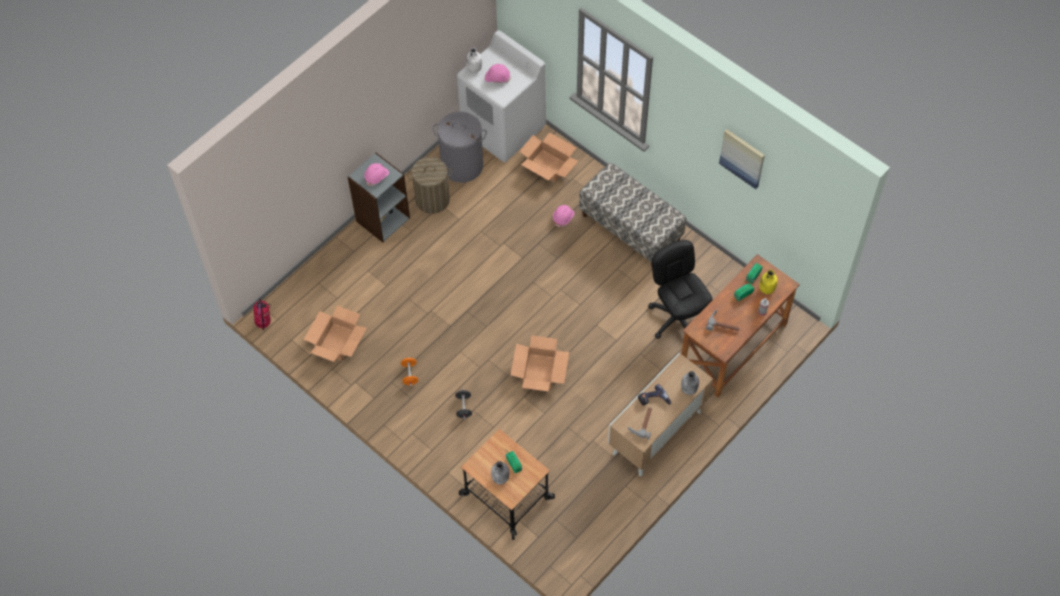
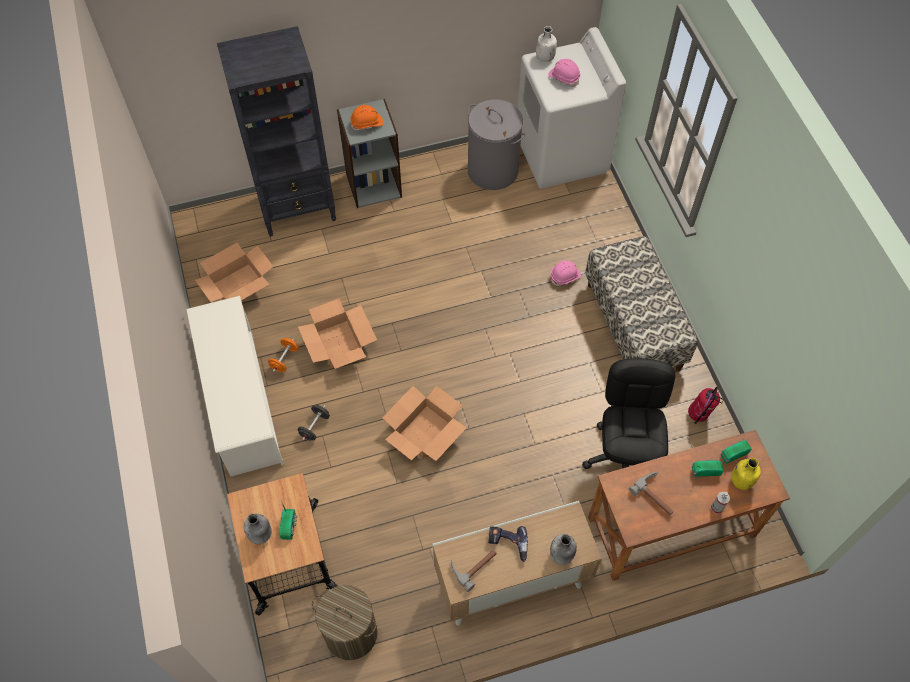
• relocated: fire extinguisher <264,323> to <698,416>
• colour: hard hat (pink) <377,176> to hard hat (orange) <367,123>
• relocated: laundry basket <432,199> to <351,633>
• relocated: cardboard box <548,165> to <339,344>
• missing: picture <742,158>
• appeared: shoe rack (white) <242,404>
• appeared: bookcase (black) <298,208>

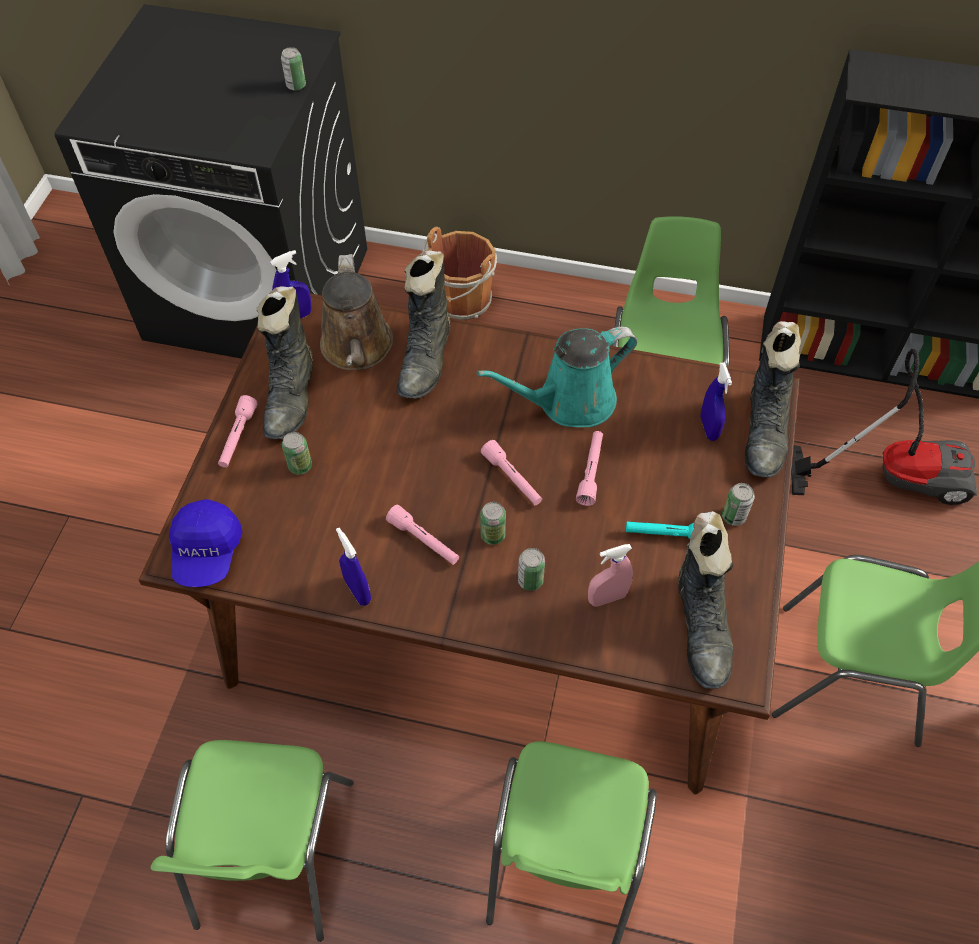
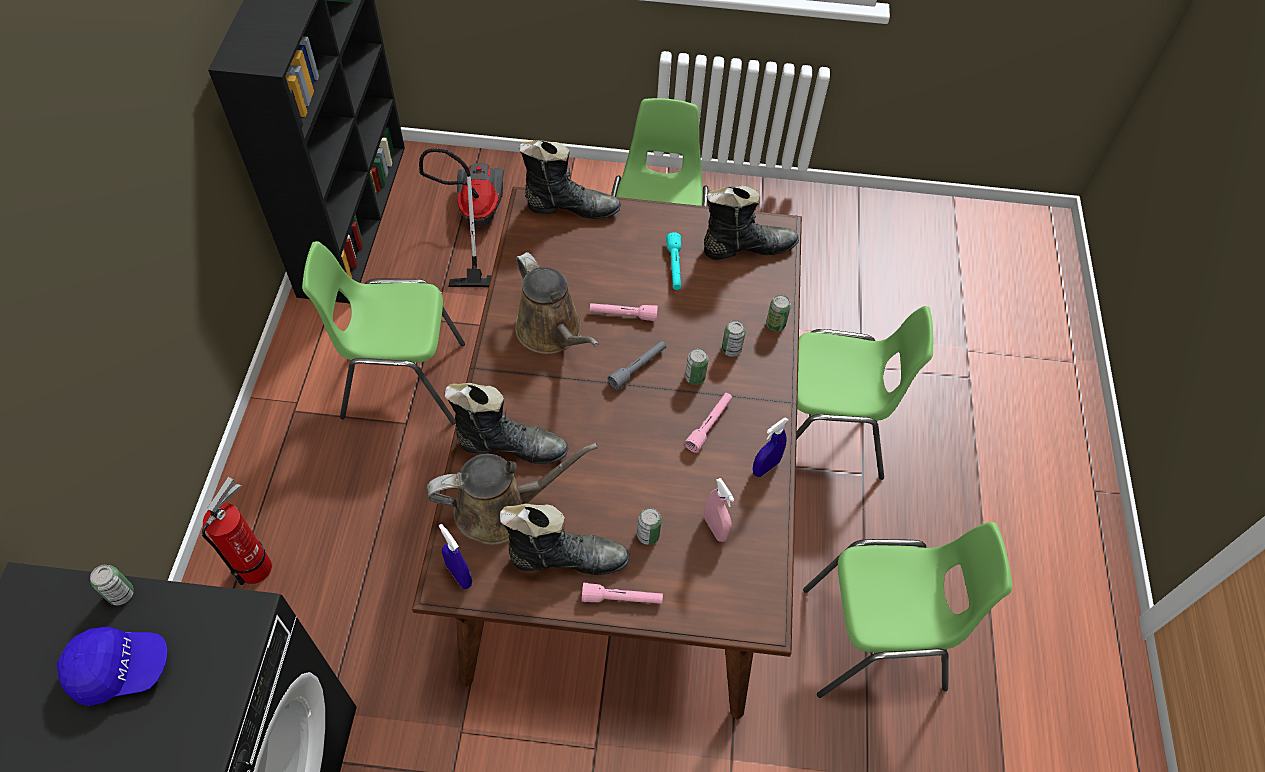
• relocated: cap (blue) <207,552> to <120,669>
• exchanged: bucket (brown) <461,302> to fire extinguisher <258,564>
• colour: watering can (turquoise) <569,402> to watering can (brown) <552,332>
• colour: flashlight (pink) <512,479> to flashlight (grey) <638,368>
• relocated: spray bottle (pink) <607,598> to <715,528>
• missing: spray bottle (blue) <709,428>
• relocated: can <733,516> to <775,324>

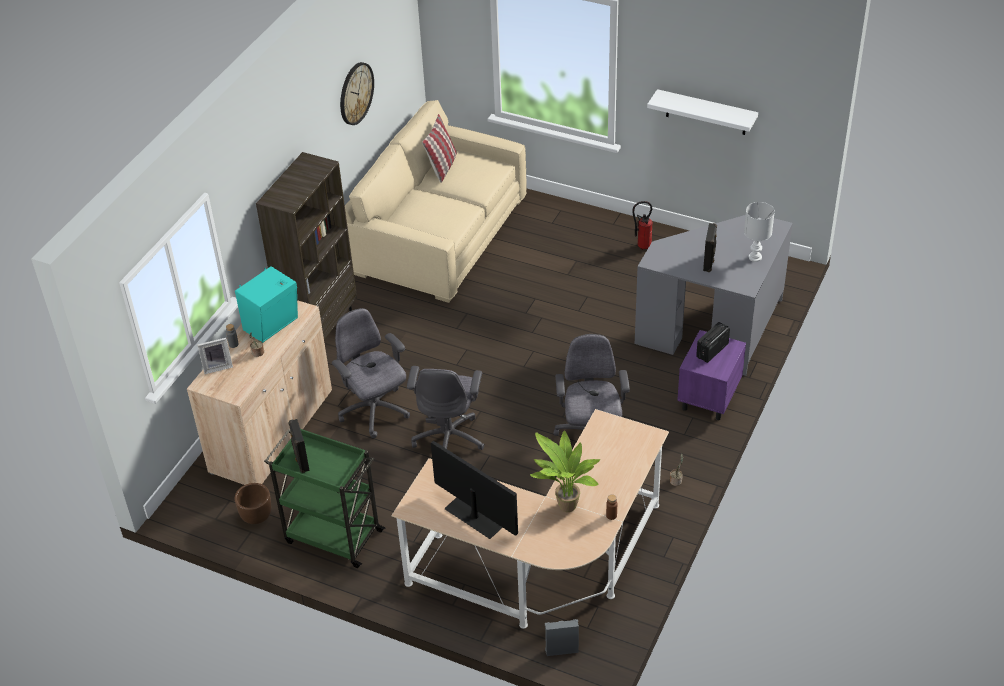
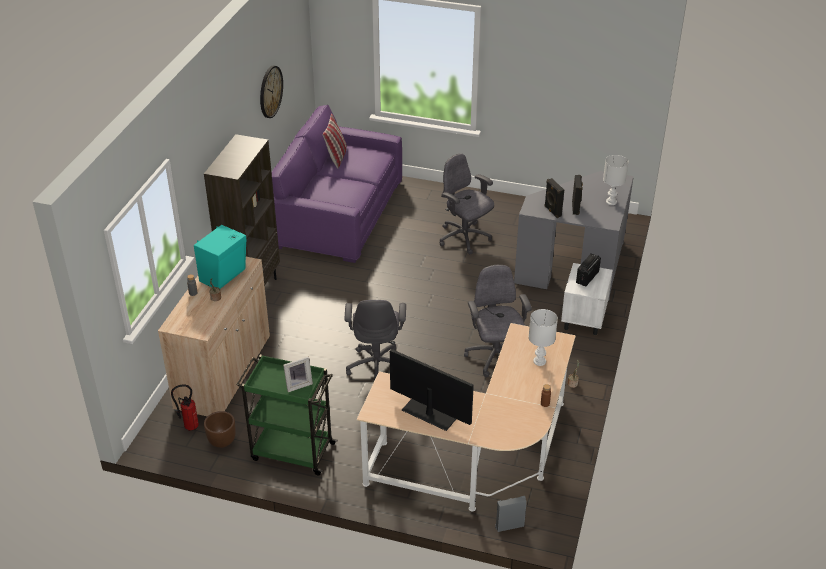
• relocated: picture frame <217,366> to <298,384>
• relocated: speaker (black) <301,461> to <552,211>
• relocated: office chair (grey) <374,412> to <464,238>
• colour: sofa (beige) <440,234> to sofa (purple) <337,213>
• missing: potted plant <565,508>
• relocated: fire extinguisher <641,246> to <189,427>
• missing: shelf (white) <706,112>
• colour: nightstand (purple) <708,398> to nightstand (white) <583,319>
• appeared: table lamp (white) <539,361>

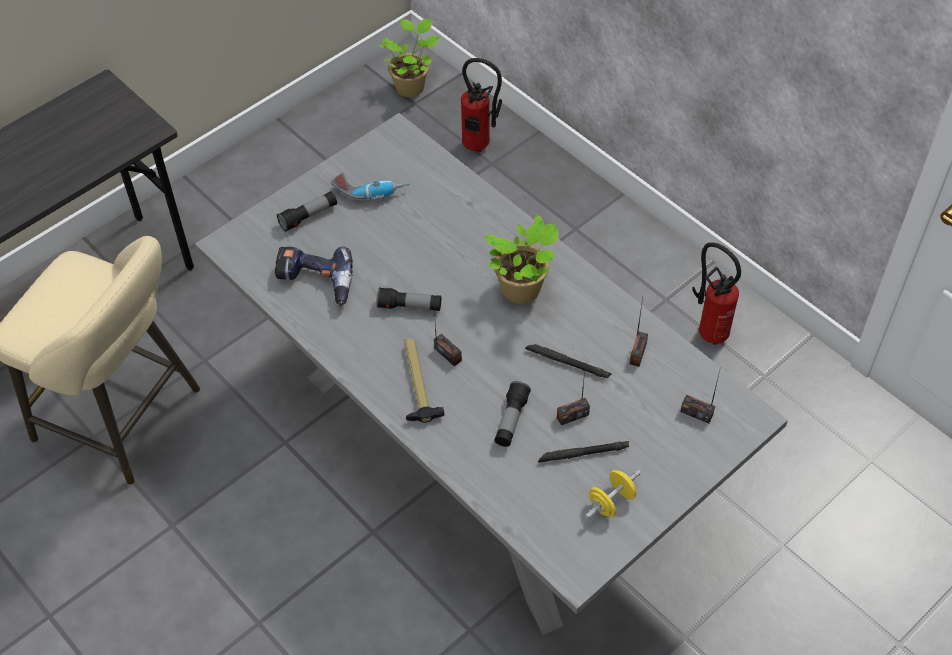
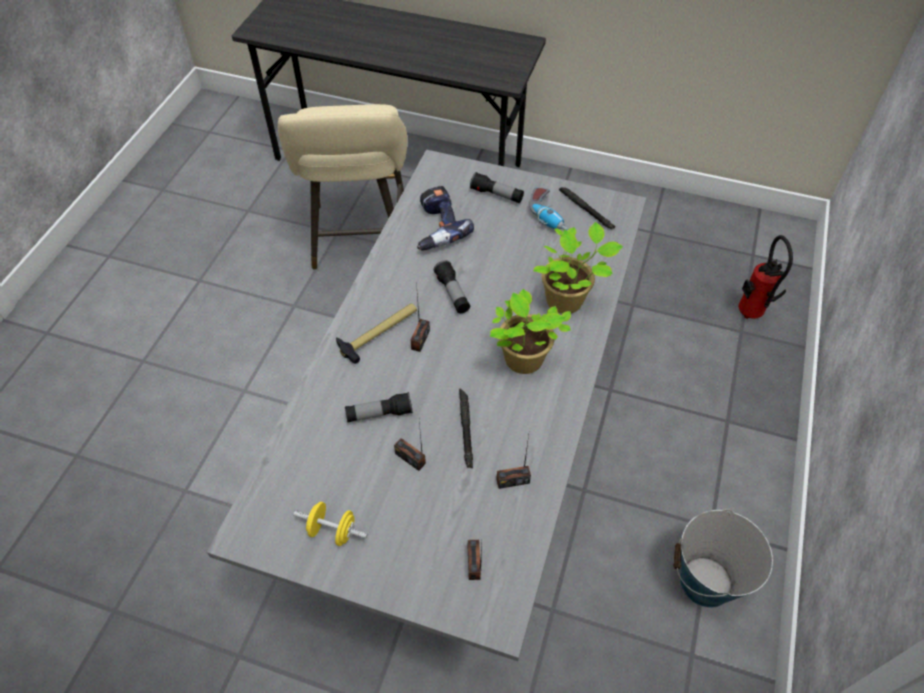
• relocated: potted plant <411,86> to <567,300>
• relocated: flashlight (black) <583,454> to <586,210>
• exchanged: fire extinguisher <710,331> to bucket <705,582>

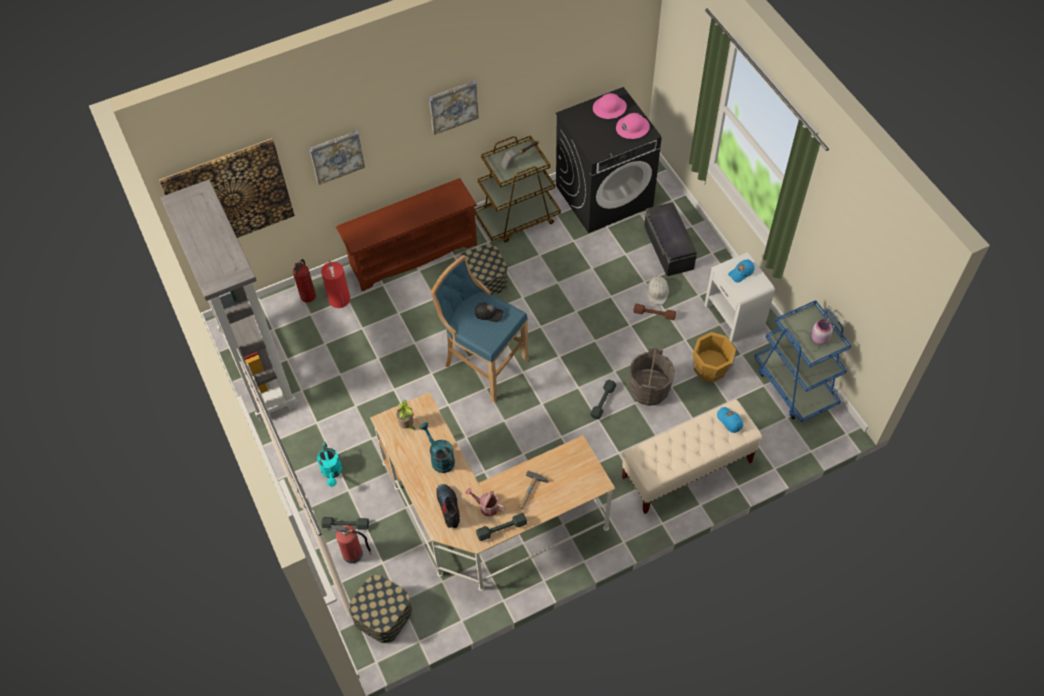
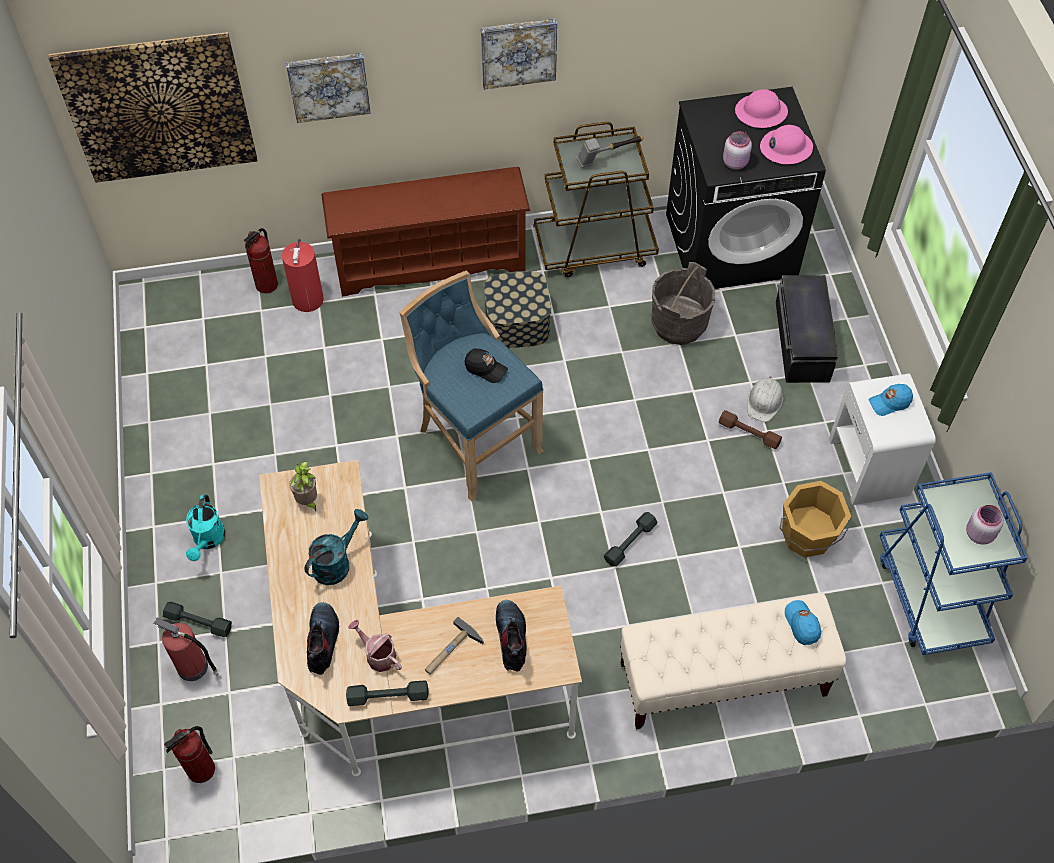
• missing: bookcase (grey) <257,371>
• exchanged: storage box <382,615> to fire extinguisher <201,770>
• spun: watering can (turquoise) <440,458> = <336,562> 60 degrees clockwise
• relocated: bucket (grey) <649,389> to <678,324>
• appeared: boot <512,639>
• appeared: jar (pink) <735,162>

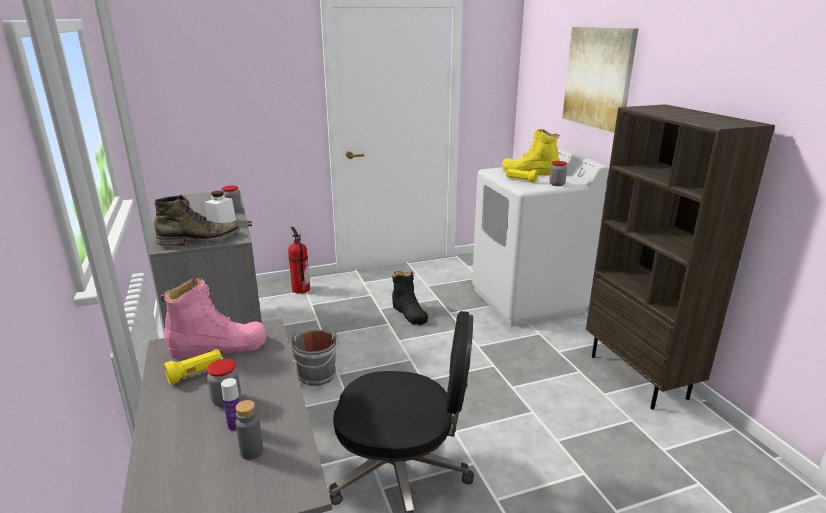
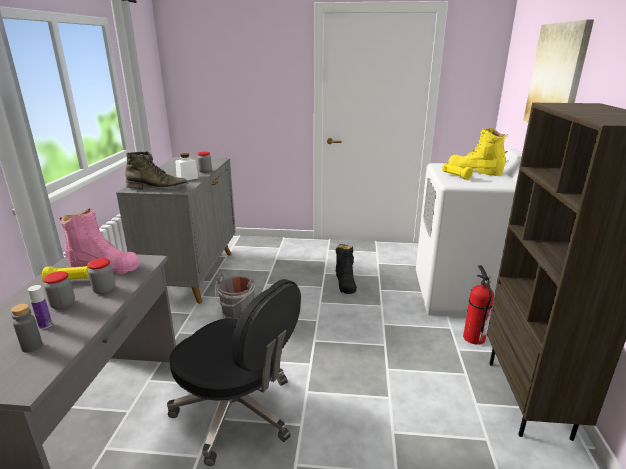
• relocated: fire extinguisher <300,289> to <473,337>
• relocated: jar <557,184> to <104,290>

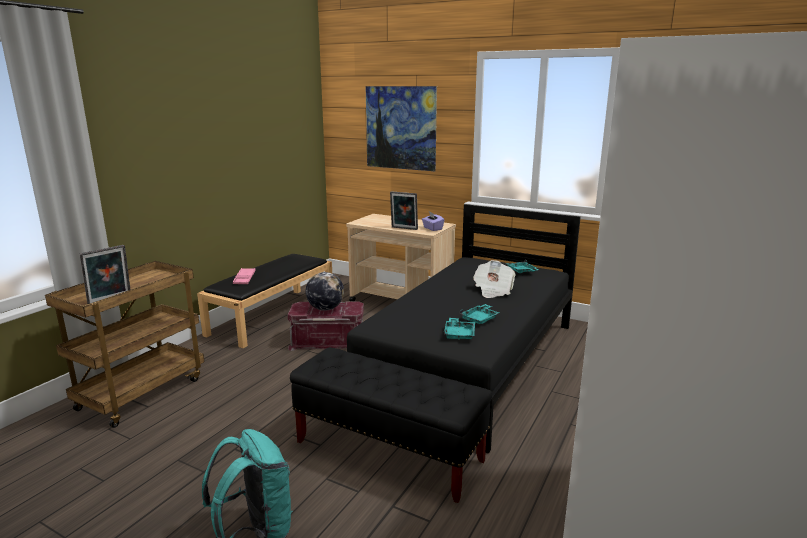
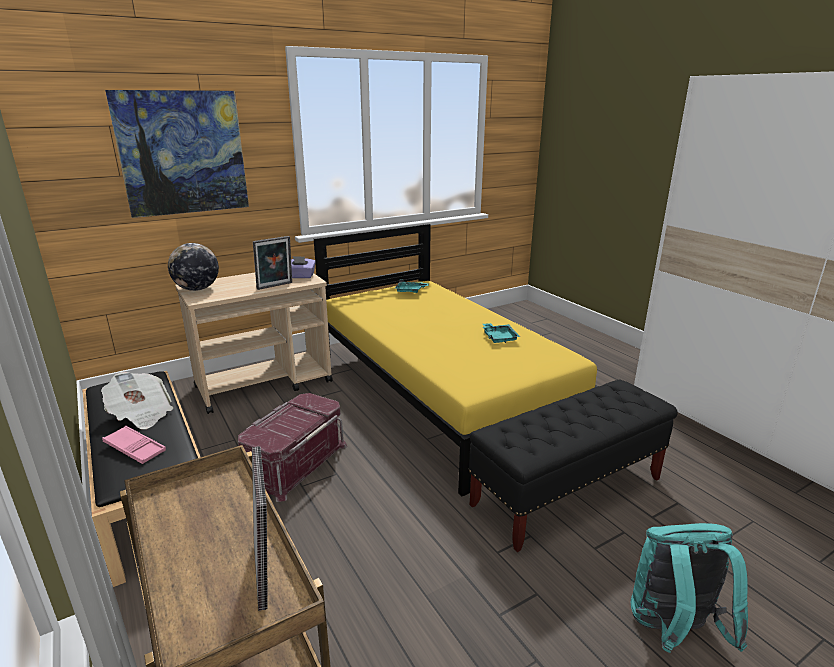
• relocated: globe <325,309> to <197,289>
• colour: bed (black) <472,361> to bed (yellow) <440,393>
• missing: tray (turquoise) <459,334>
• relocated: newspaper <493,290> to <141,414>

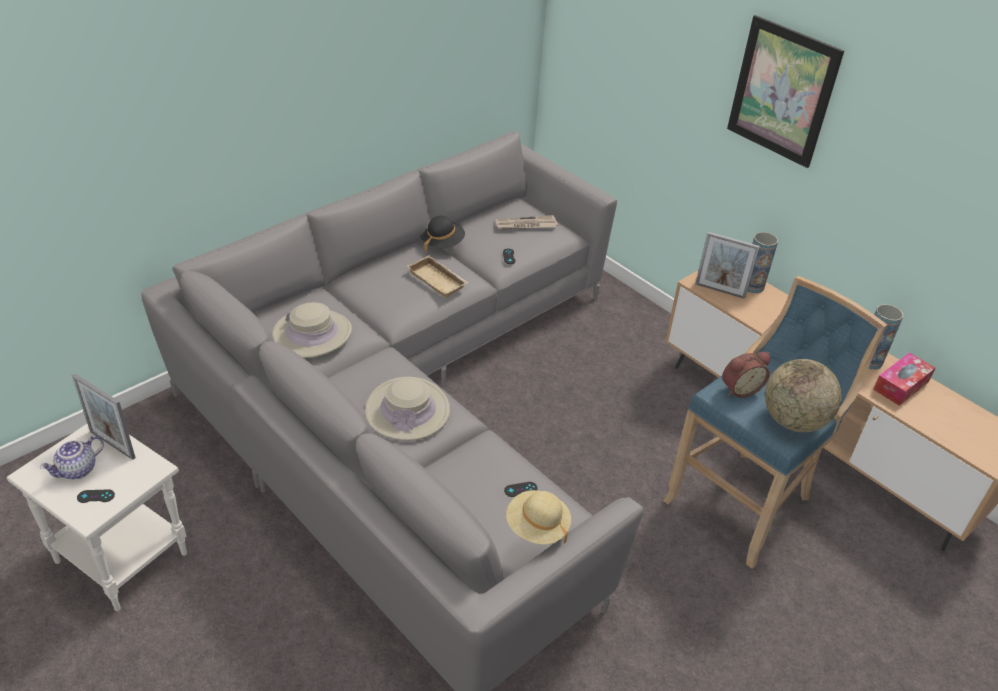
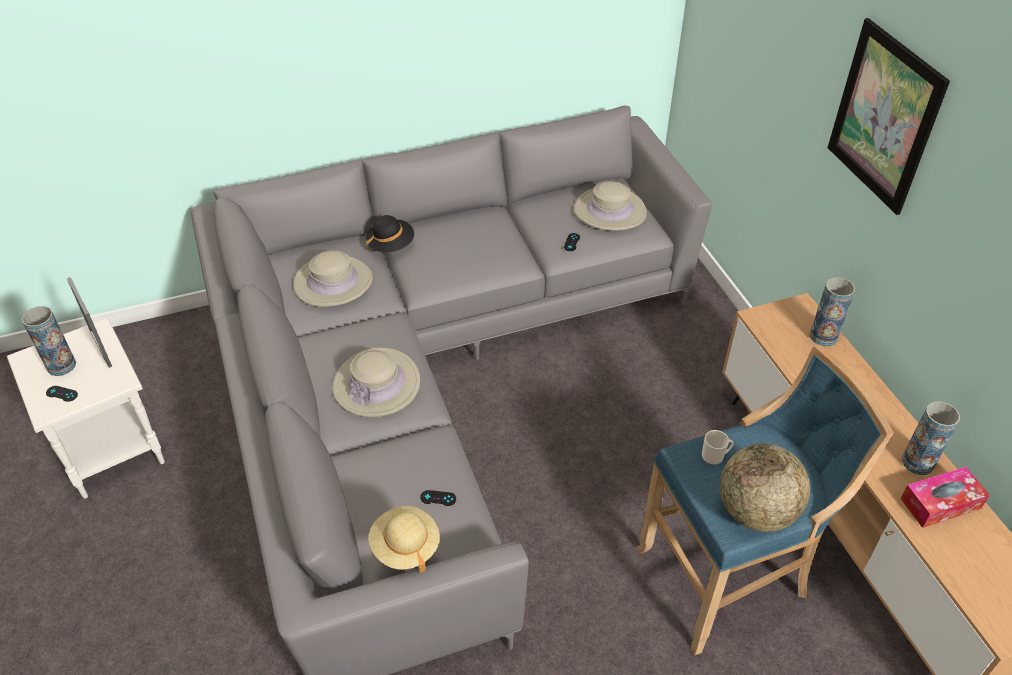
• exchanged: teapot <78,470> to vase <61,365>
• missing: tray (beige) <439,280>
• relocated: hat (black) <442,243> to <391,245>
• exchanged: newspaper <526,225> to hat (beige) <610,211>
• missing: picture frame <720,290>
• exchanged: alarm clock <739,389> to mug <715,456>

